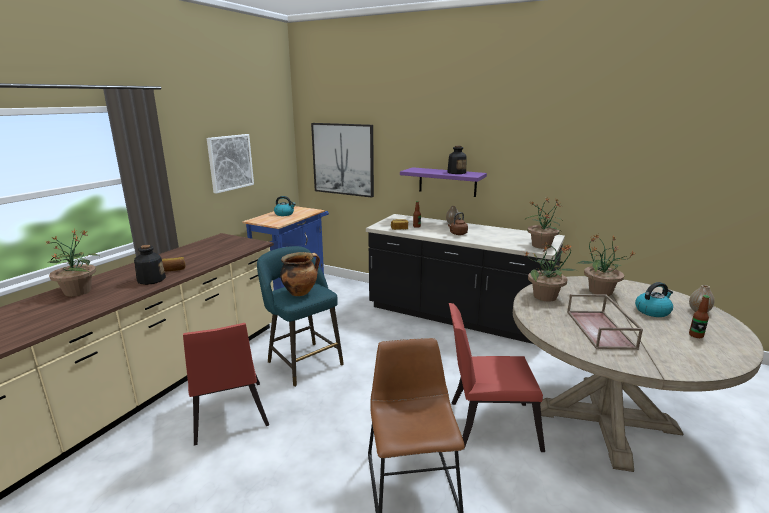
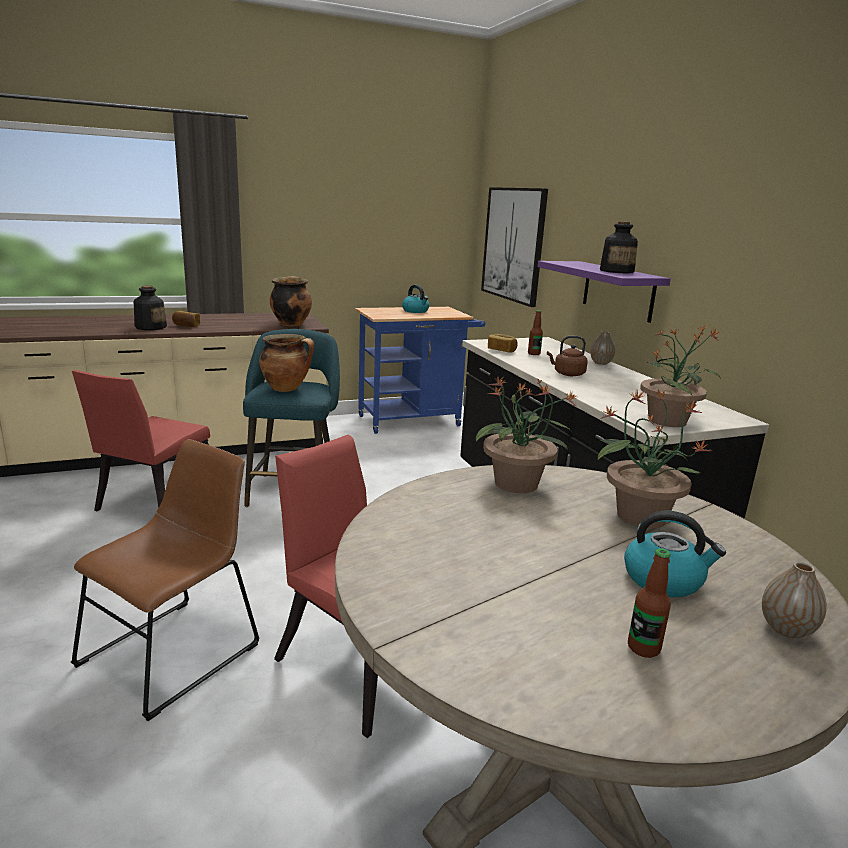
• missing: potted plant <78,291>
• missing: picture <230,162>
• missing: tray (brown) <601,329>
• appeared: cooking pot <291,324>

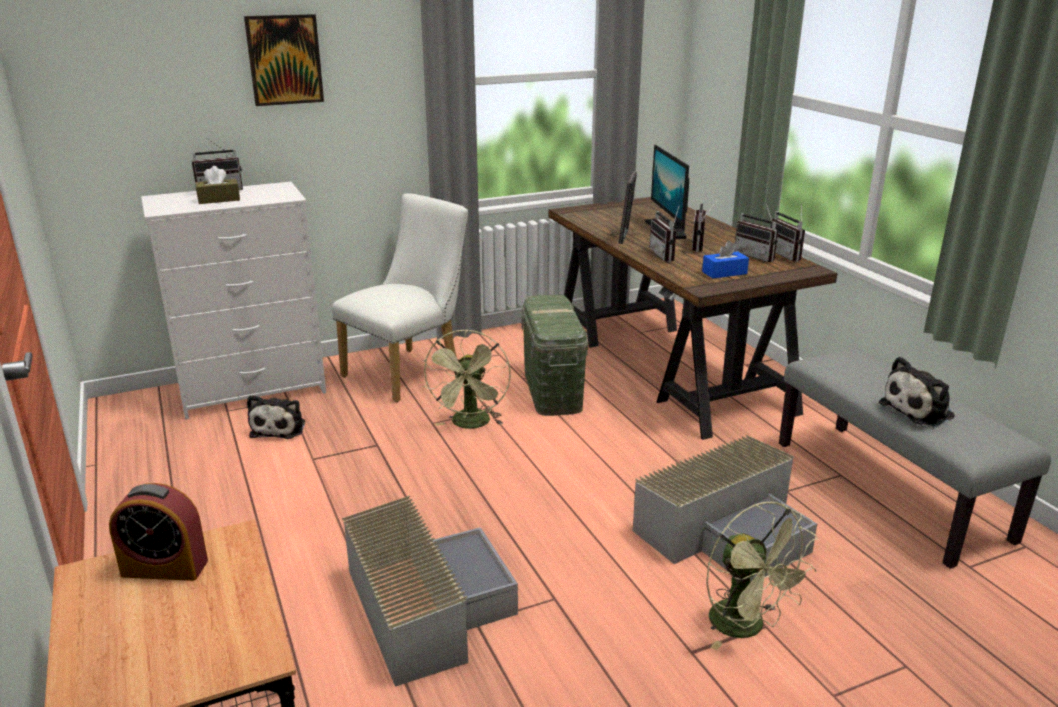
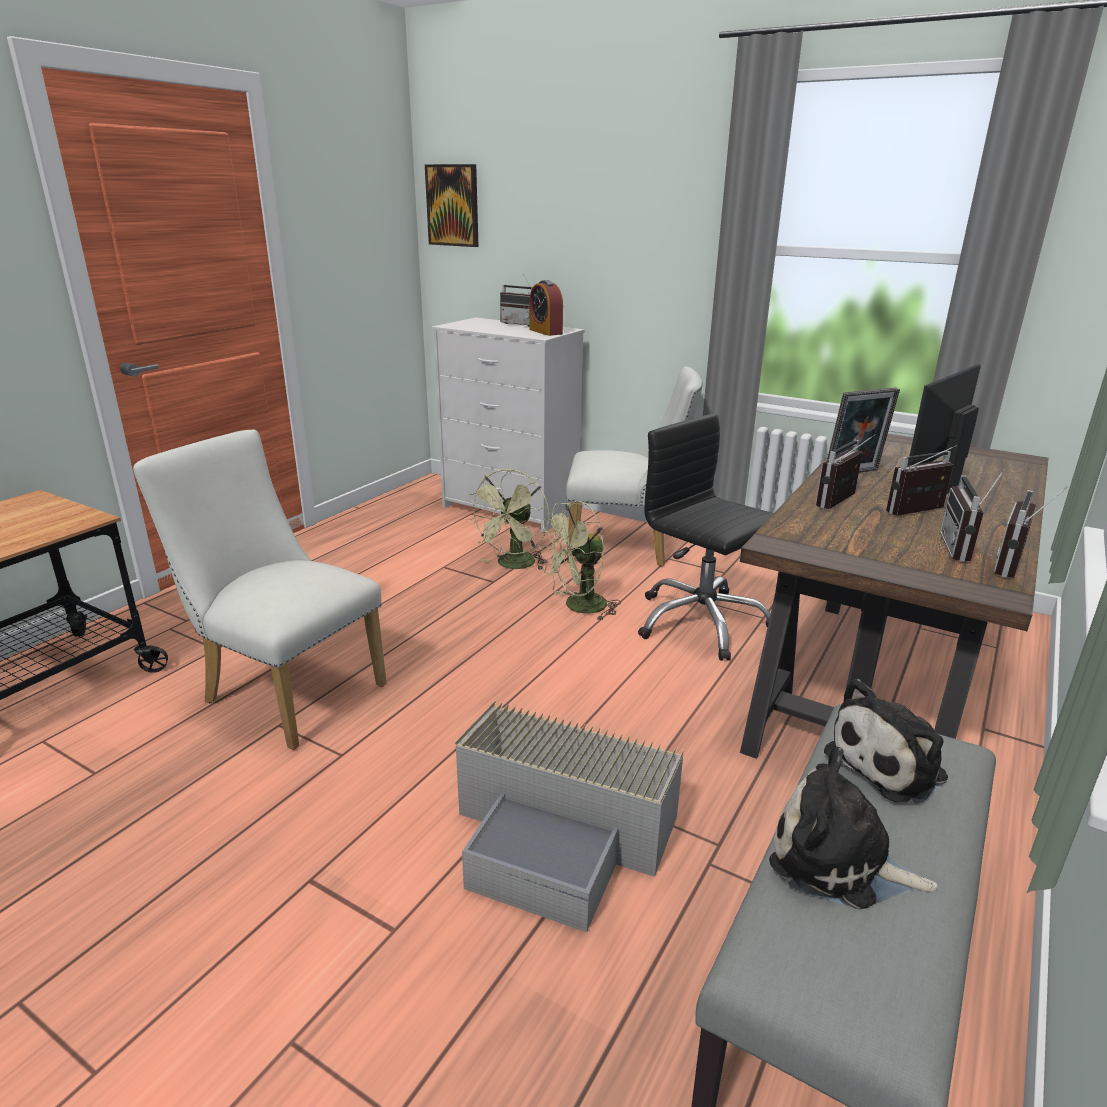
• relocated: alarm clock <165,568> to <545,332>
• missing: tissue box (brown) <219,199>
• relocated: picture <284,60> to <453,205>
• relocated: plush toy <280,428> to <890,764>
• exchanged: storage box (grey) <424,606> to chair (white) <286,691>
• exchanged: storage box (green) <552,390> to office chair (black) <701,622>
• missing: tissue box (blue) <724,273>
• relocated: fan (green) <747,627> to <513,566>

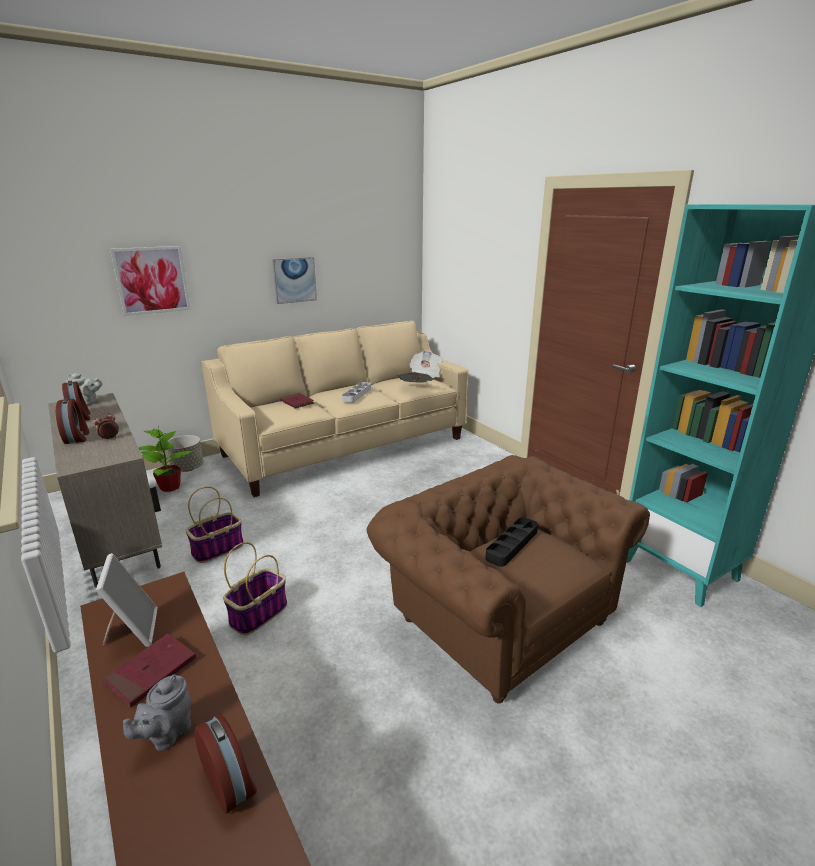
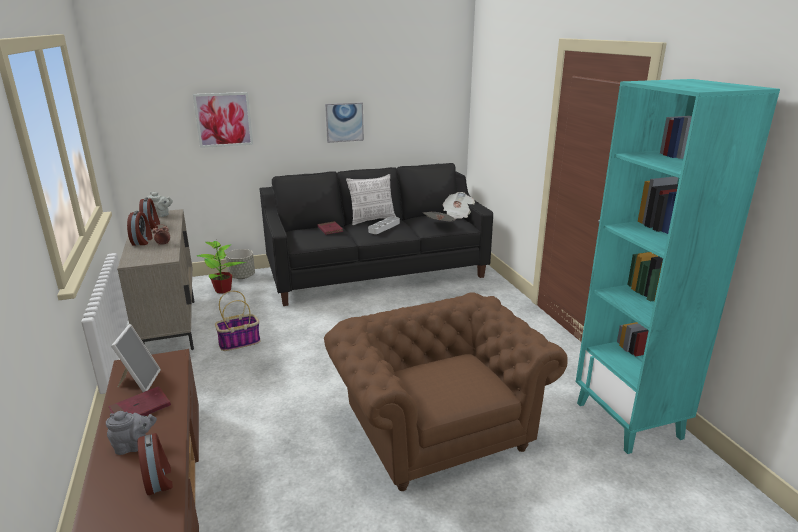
• spun: teapot (grey) <167,734> = <134,446> 150 degrees counterclockwise
• colour: sofa (beige) <345,447> to sofa (black) <377,273>
• missing: basket <259,613>
• missing: tray (black) <512,544>
• appeared: pillow <372,220>

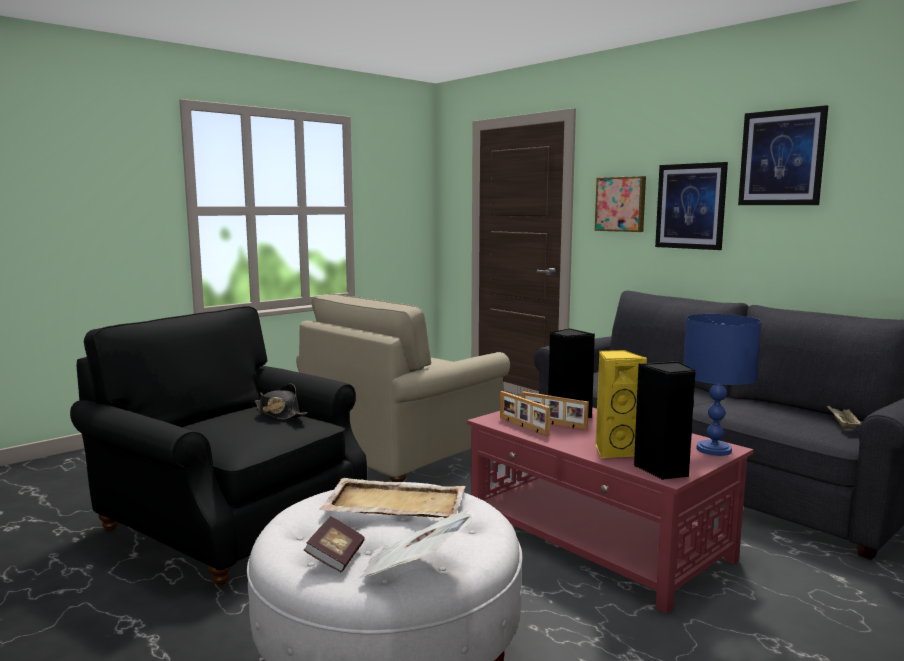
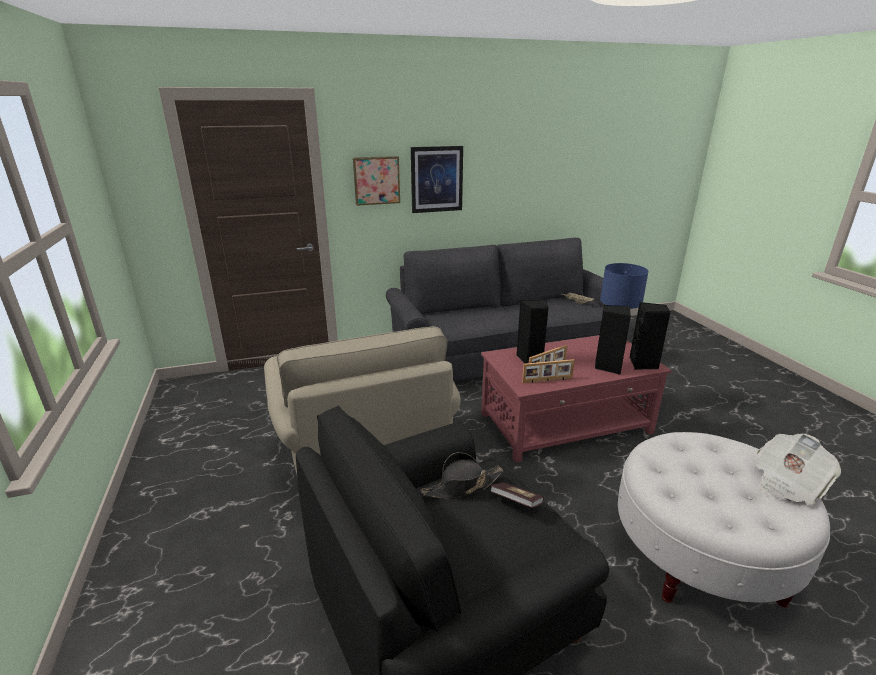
• relocated: book <336,557> to <516,502>
• missing: tray (beige) <394,503>
• colour: speaker (yellow) <615,451> to speaker (black) <608,366>
• missing: picture <781,158>

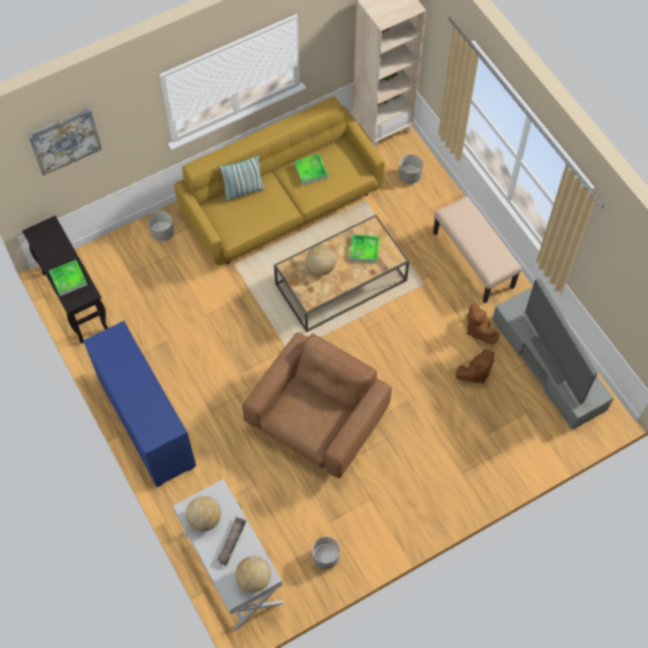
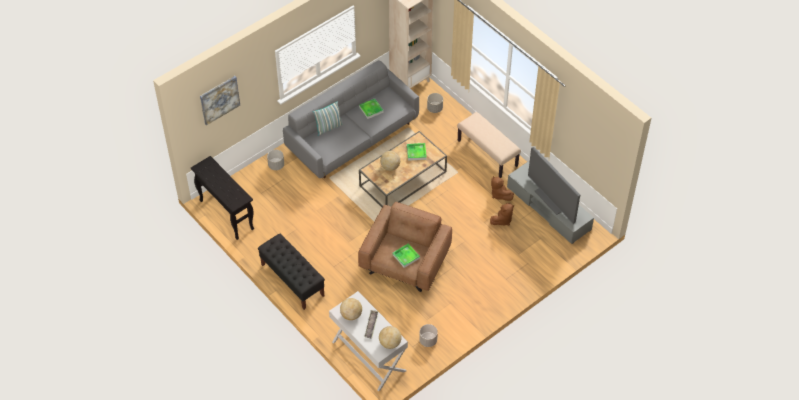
• relocated: tray <68,279> to <406,256>
• exchanged: cabinet (blue) <146,422> to bench (black) <292,280>
• colour: sofa (yellow) <282,204> to sofa (grey) <353,137>

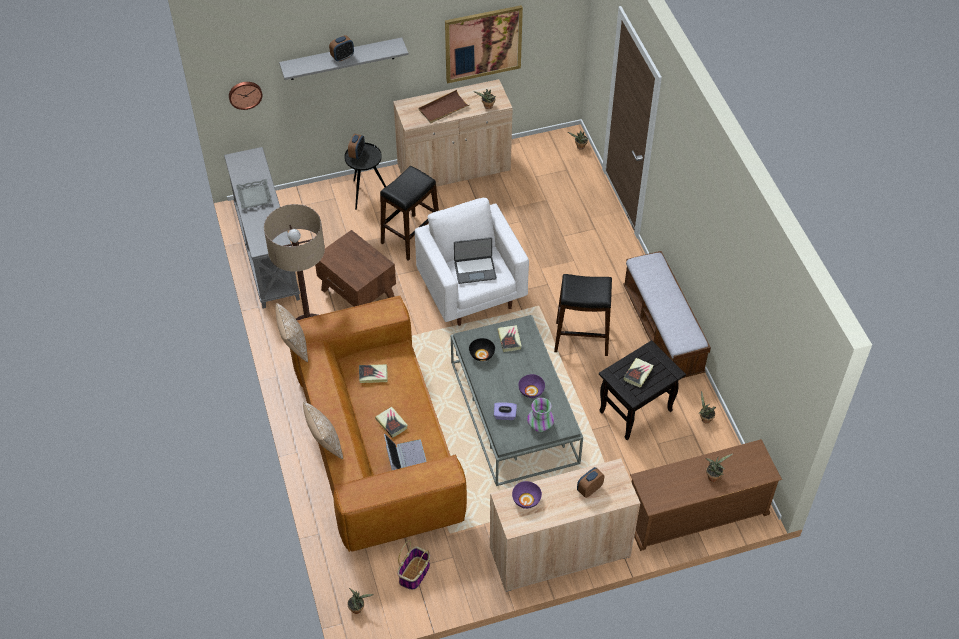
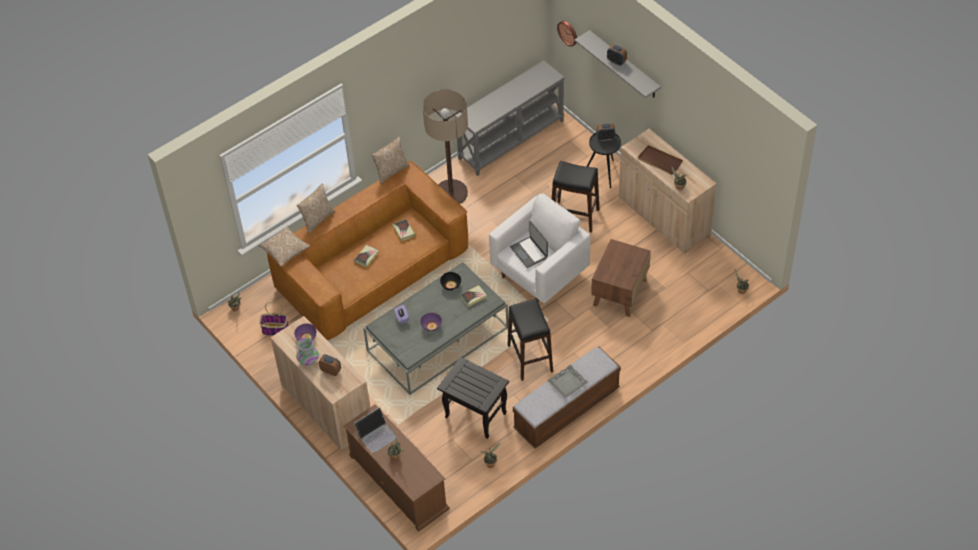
• relocated: tray (grey) <254,196> to <567,383>
• relocated: side table (brown) <358,294> to <619,292>
• relocated: laptop <406,457> to <376,435>
• missing: picture <483,43>
• relocated: vase <540,425> to <308,360>
• missing: book <638,374>
• appeared: pillow <285,250>

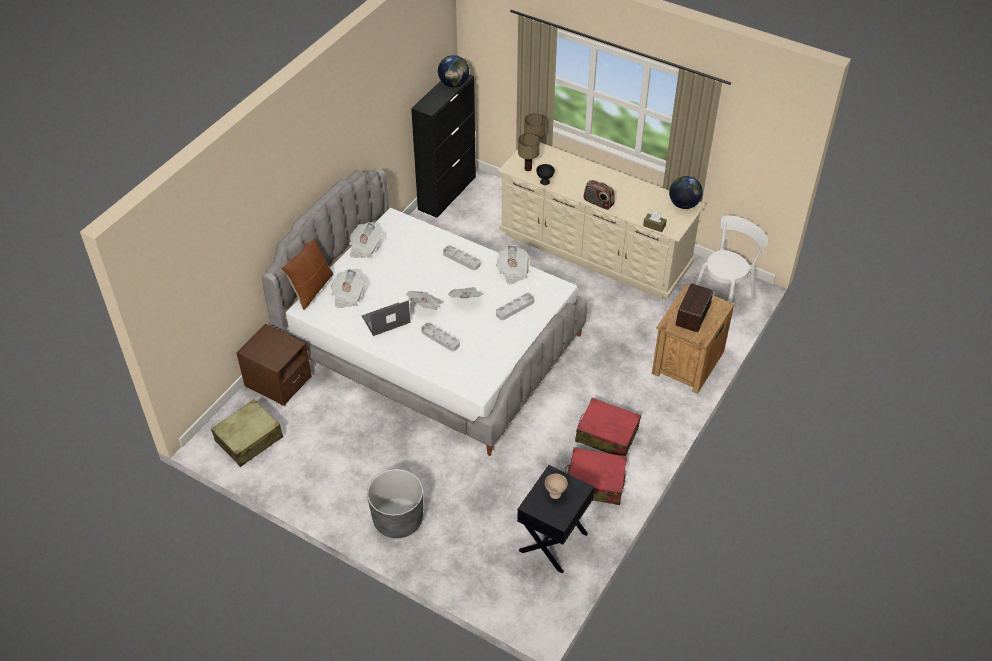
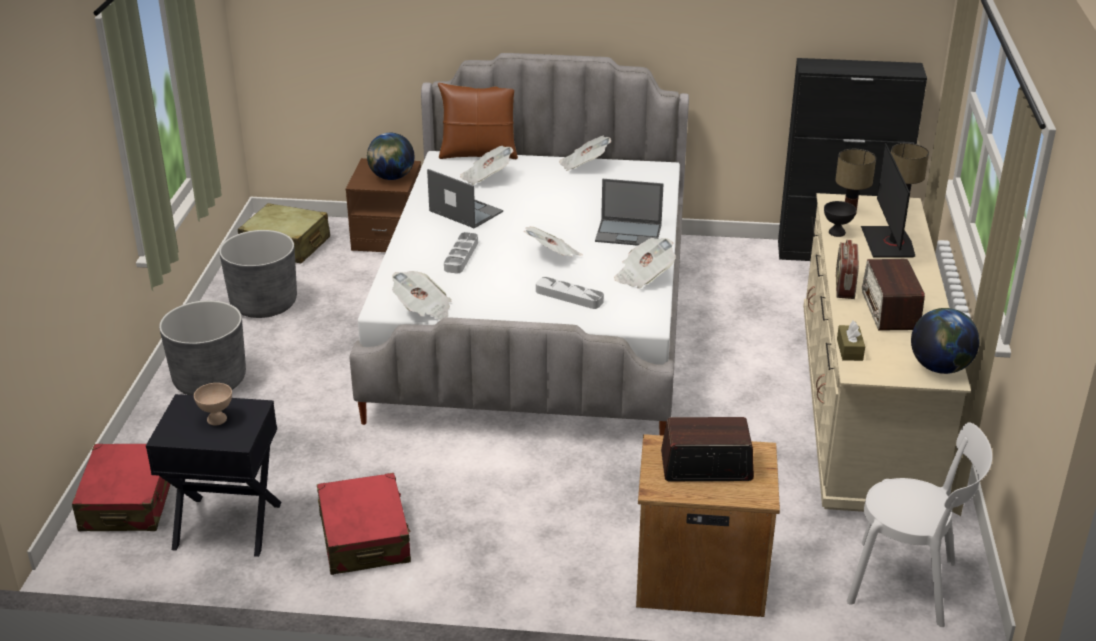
• relocated: newspaper <426,306> to <423,310>
• relocated: globe <454,84> to <391,177>
• exchanged: tray (grey) <461,259> to laptop <629,233>
• relocated: suitcase (red) <606,435> to <128,501>
• appeared: planter (grey) <264,304>
• appeared: monitor <888,243>
• appeared: radio <890,310>

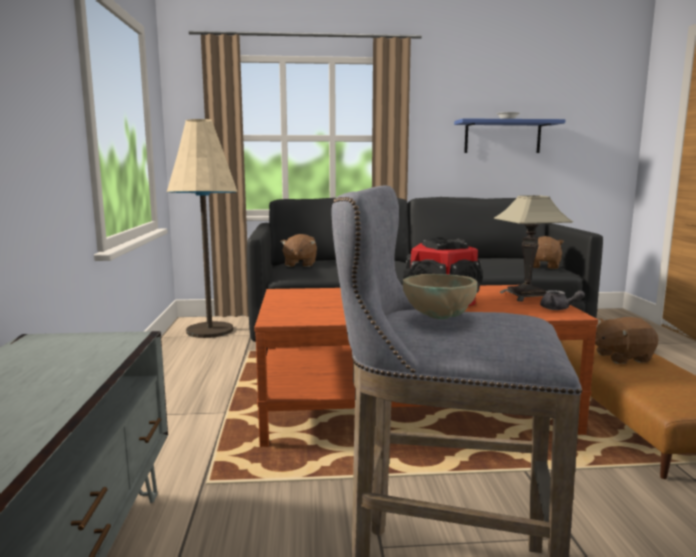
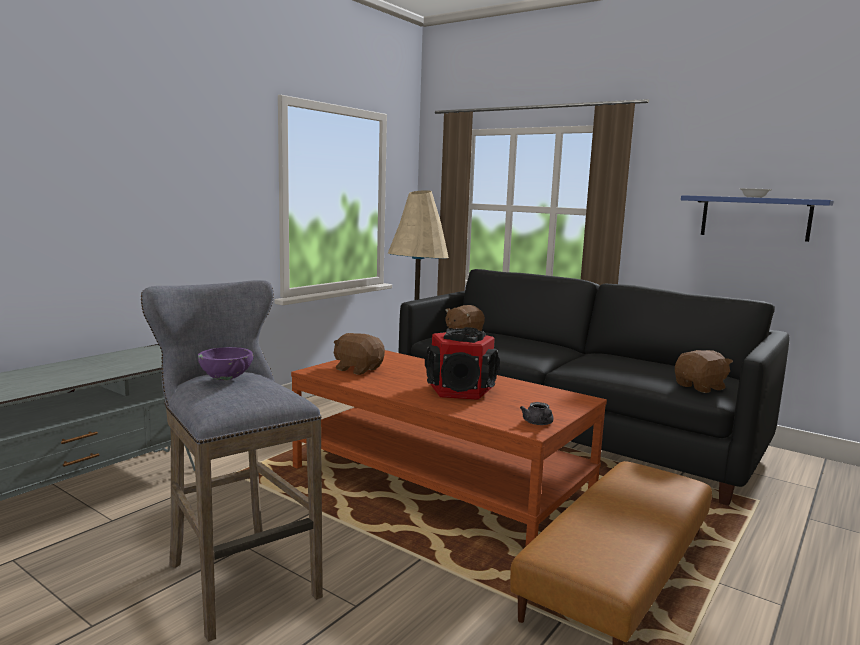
• colour: bowl (beige) <438,317> to bowl (purple) <226,379>
• missing: table lamp <527,296>
• relocated: plush toy (brown) <622,357> to <358,369>

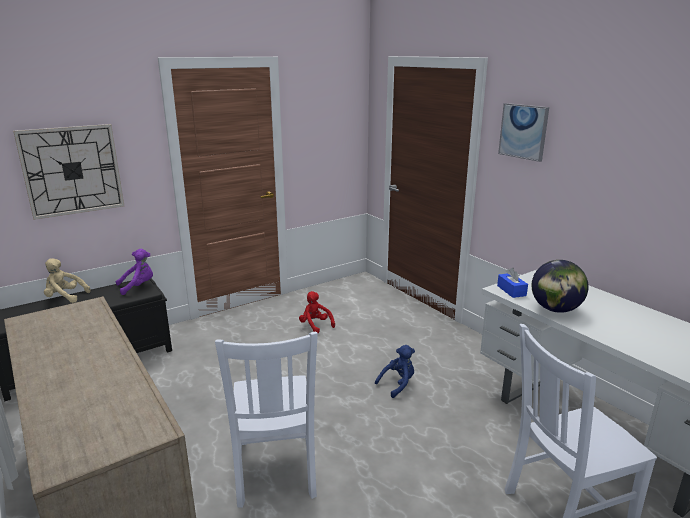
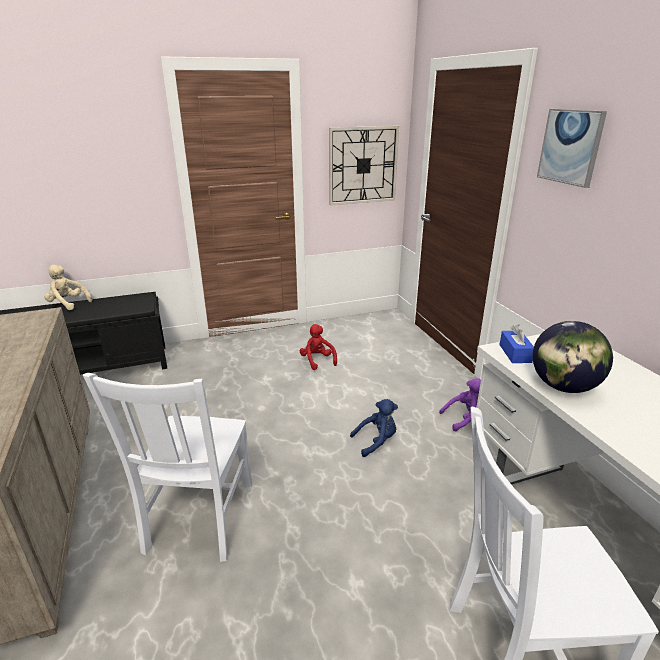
• relocated: wall clock <72,170> to <363,165>
• relocated: plush toy (purple) <138,286> to <464,418>

